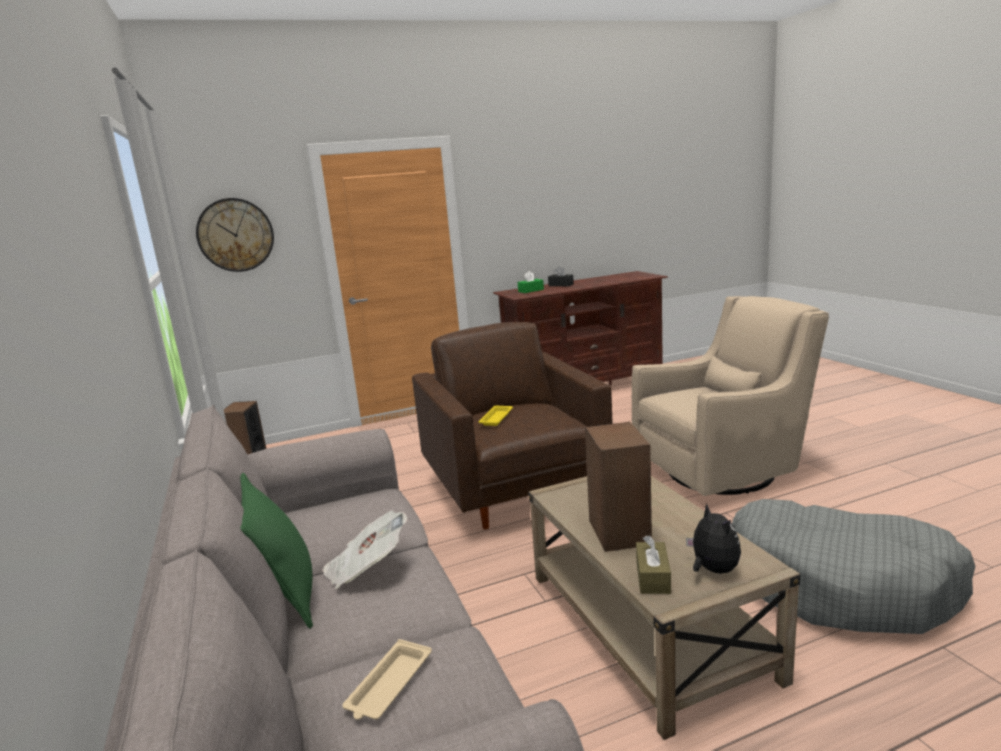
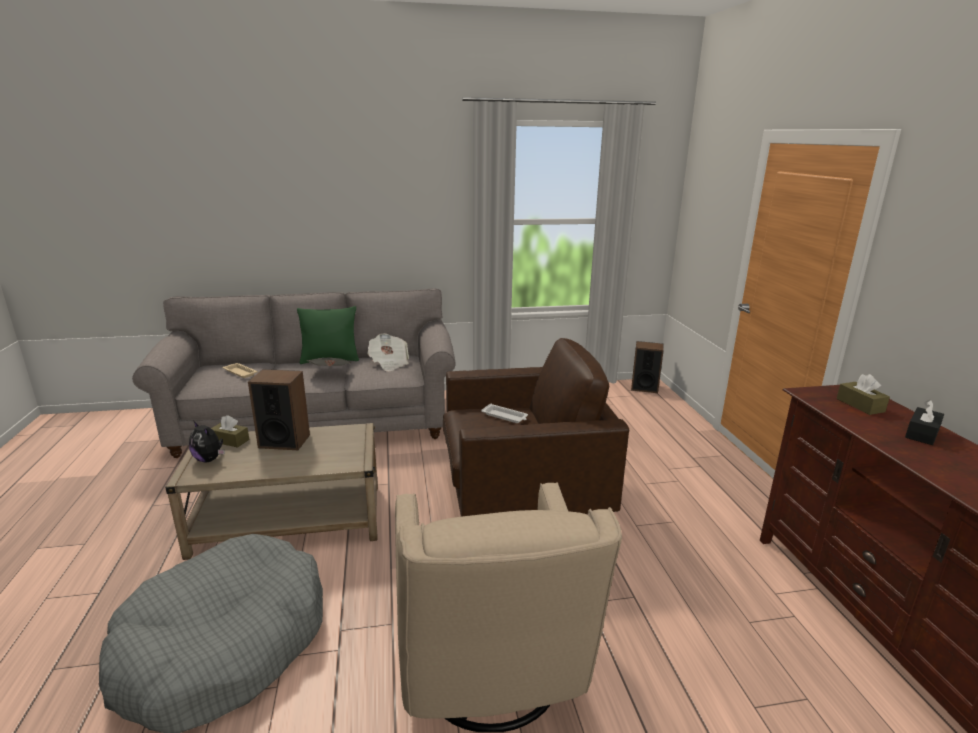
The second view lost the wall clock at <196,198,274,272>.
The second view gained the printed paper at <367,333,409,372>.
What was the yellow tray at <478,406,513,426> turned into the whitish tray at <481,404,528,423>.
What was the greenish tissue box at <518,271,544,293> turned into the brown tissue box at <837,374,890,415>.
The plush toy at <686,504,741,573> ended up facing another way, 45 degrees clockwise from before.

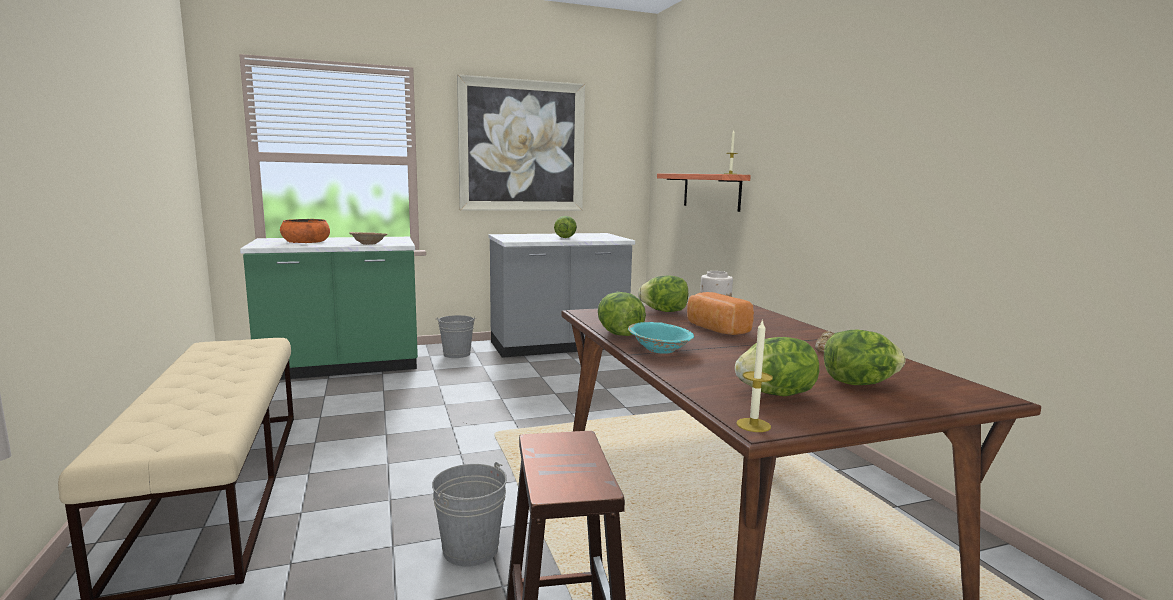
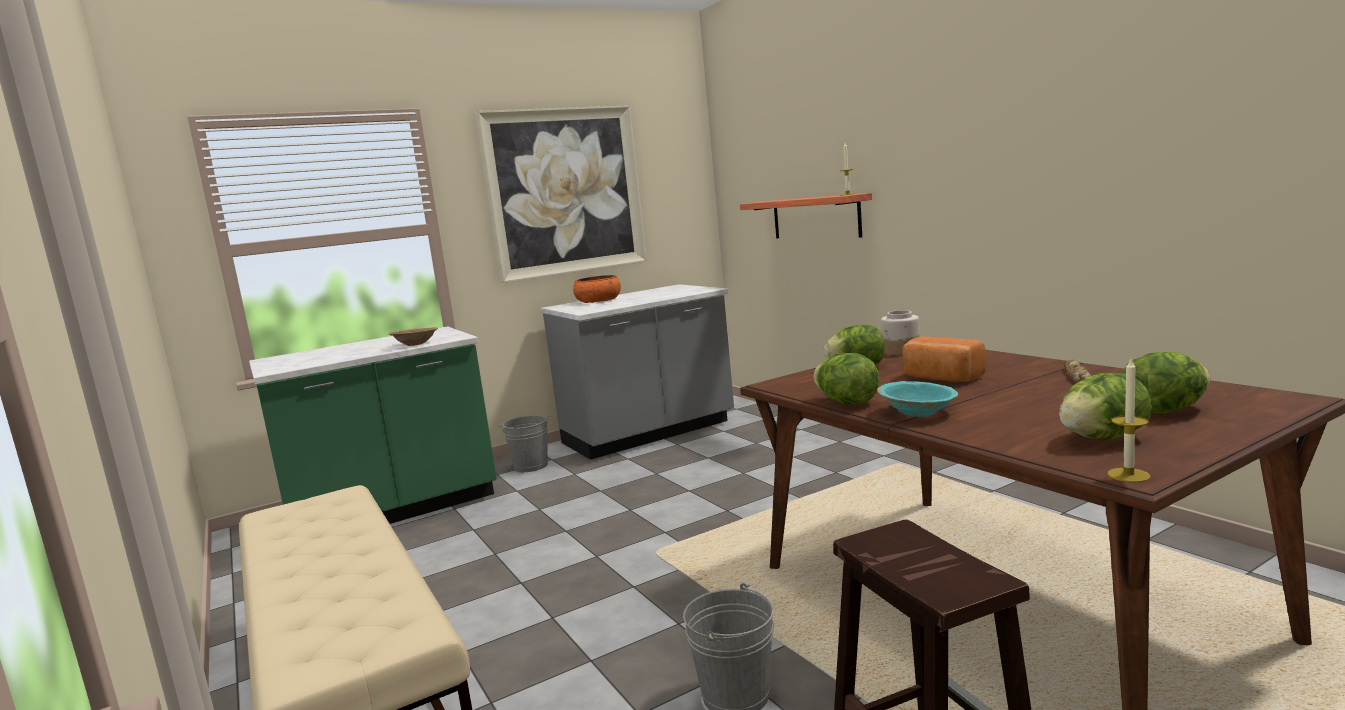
The second view lost the head of lettuce at <554,216,577,238>.
The orange deep dish ended up elsewhere, having gone from <280,219,330,243> to <573,275,621,303>.

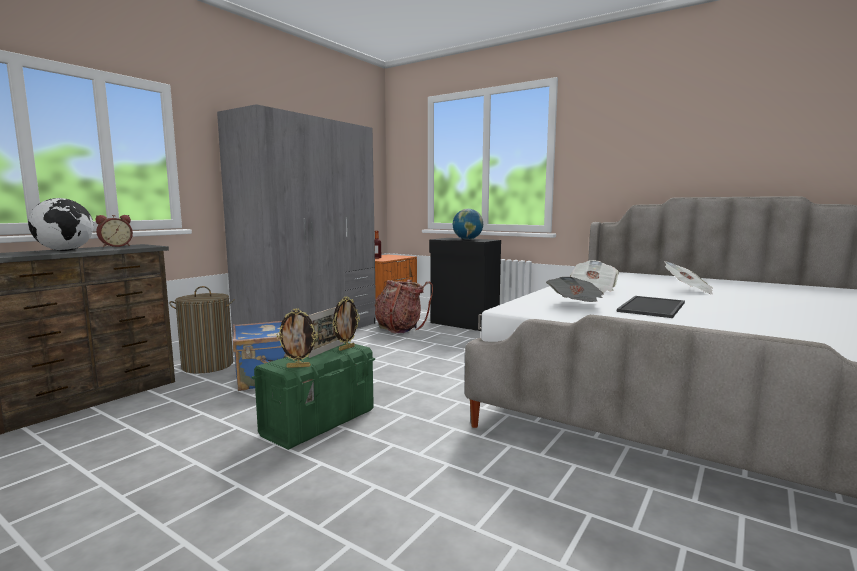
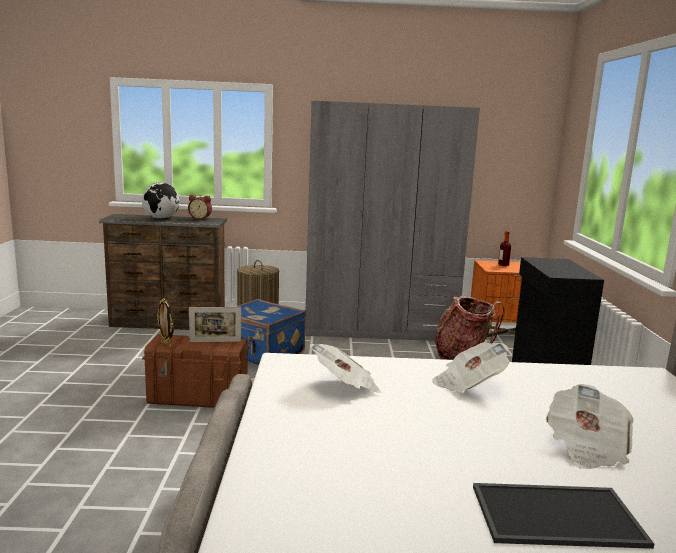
The second view lost the picture frame at <332,296,360,351>.
The second view lost the world globe at <453,209,483,240>.
The tray ended up elsewhere, having gone from <617,296,685,318> to <473,483,654,549>.
What was the greenish storage container at <251,342,375,450> turned into the brown storage container at <142,334,249,408>.

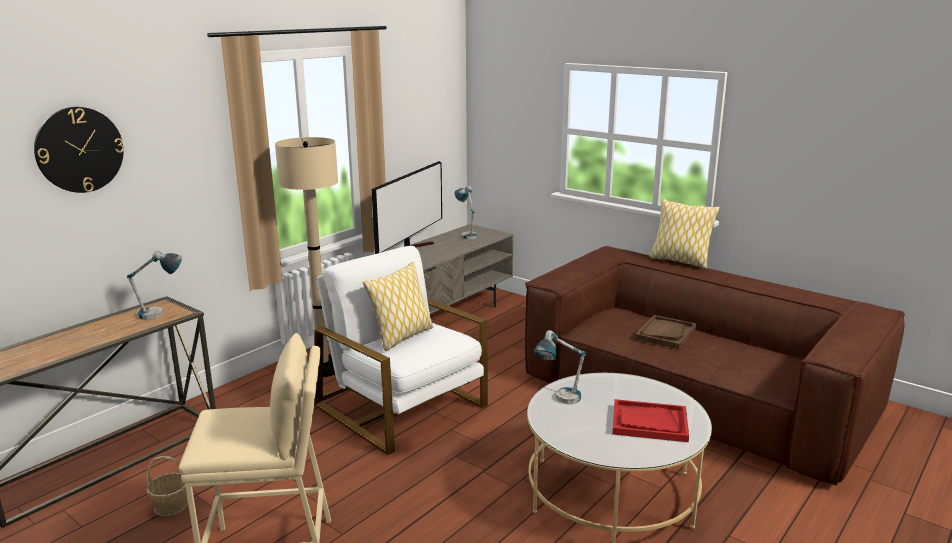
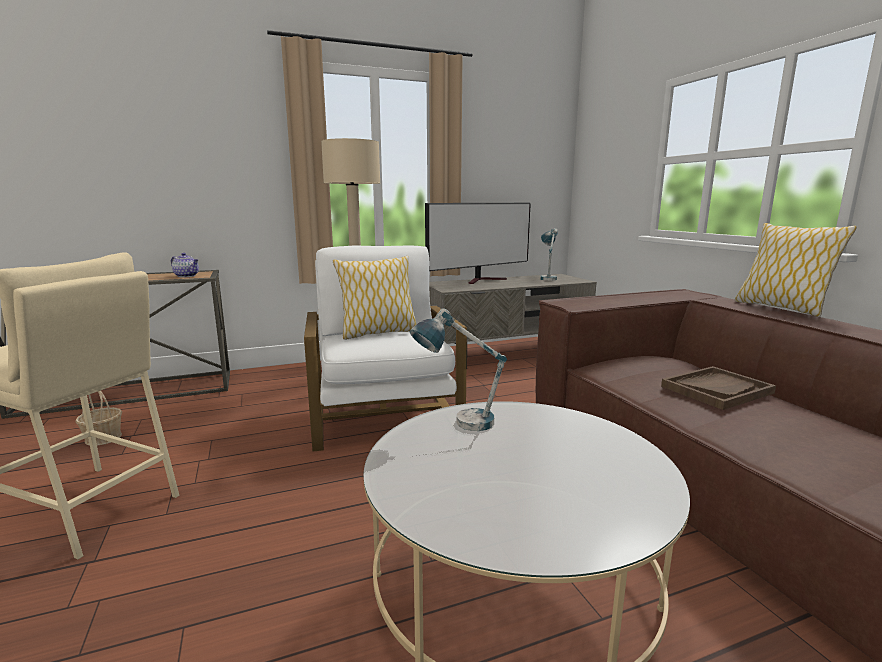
The second view lost the wall clock at <34,107,124,193>.
The second view lost the red tray at <613,399,689,442>.
Where the table lamp stood at <127,251,182,320>, the pot for tea came to stand at <171,253,199,277>.

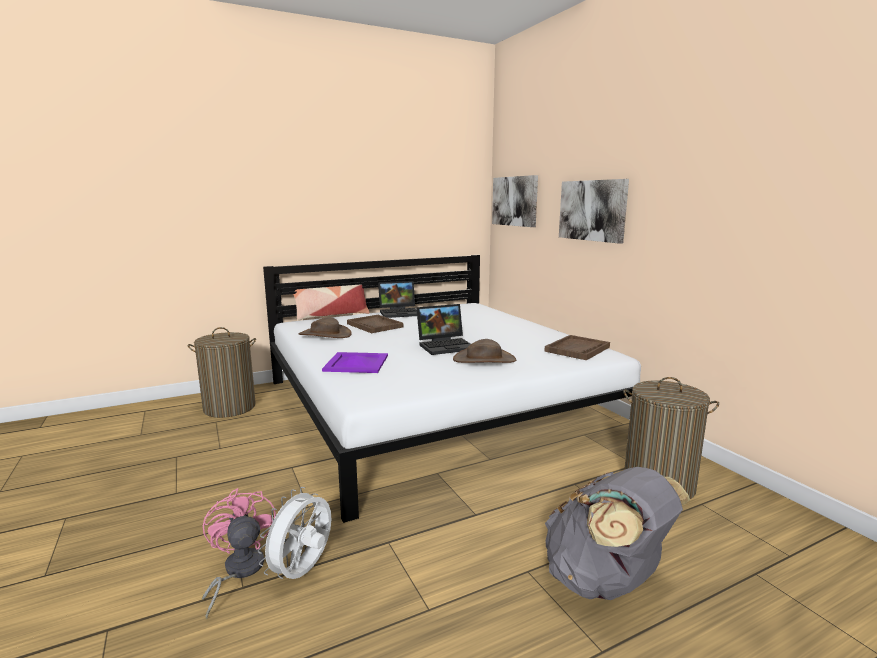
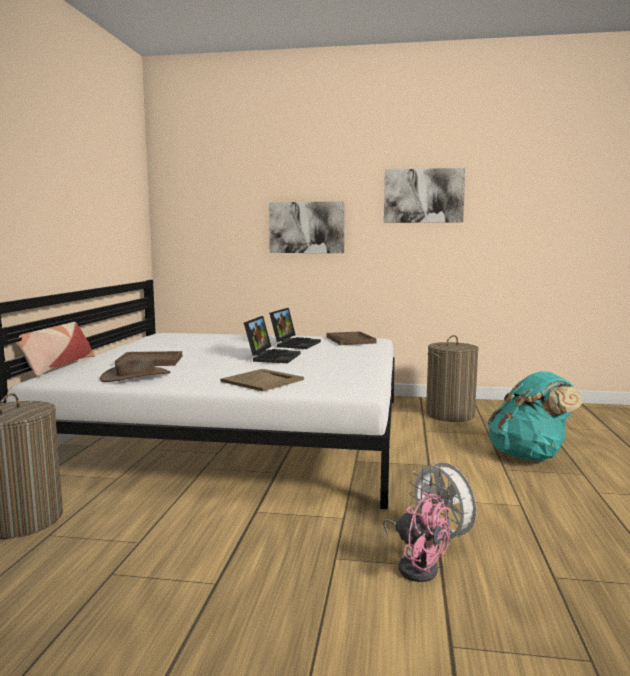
The second view lost the brown hat at <453,339,516,363>.
The notebook computer ended up elsewhere, having gone from <378,281,417,318> to <269,308,321,349>.
The picture ended up elsewhere, having gone from <492,175,538,227> to <384,168,465,223>.
What was the purple-coloured tray at <322,352,388,373> turned into the beige tray at <221,369,304,391>.
What was the gray backpack at <545,467,690,600> turned into the turquoise-coloured backpack at <487,371,583,461>.
The pink cooling fan at <202,488,276,619> ended up facing another way, 150 degrees counterclockwise from before.

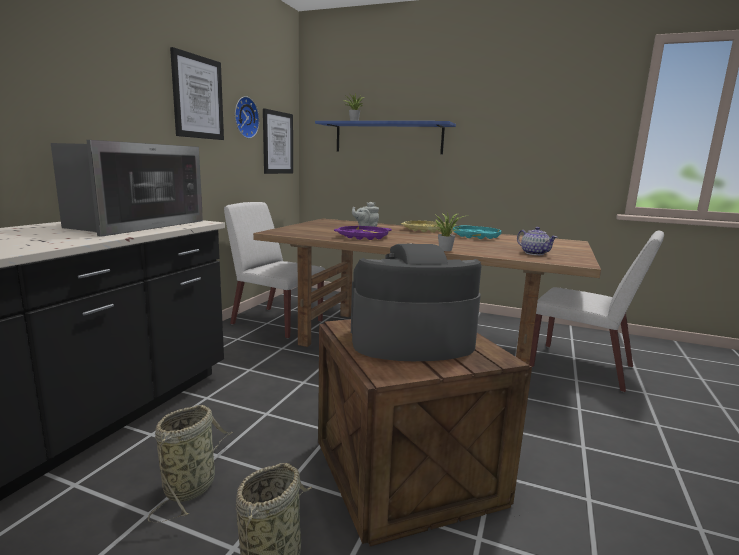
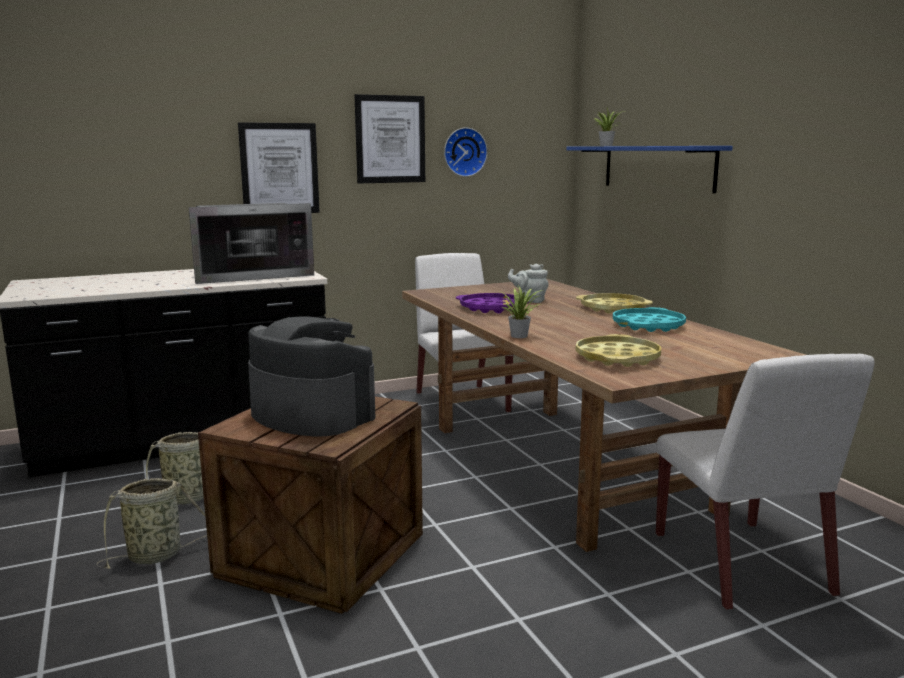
The picture ended up elsewhere, having gone from <263,108,293,174> to <238,122,320,213>.
Where the pot for tea stood at <517,227,557,255>, the yellow tray came to stand at <576,334,661,367>.

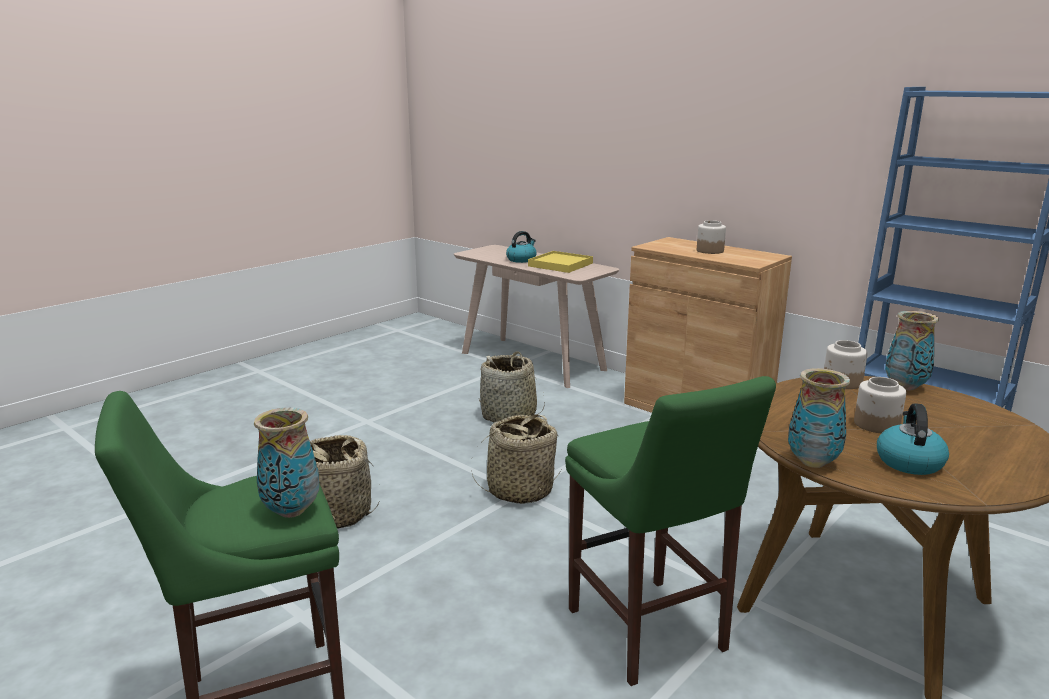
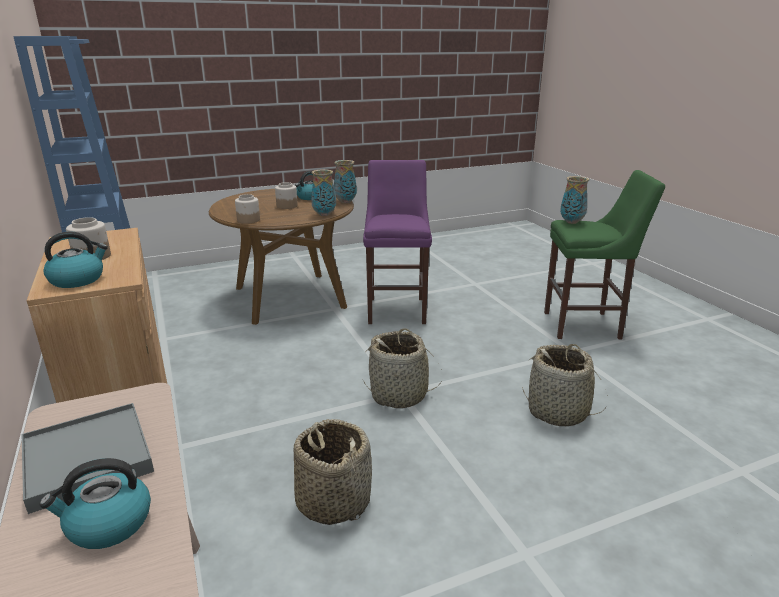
The second view gained the tea kettle at <43,231,108,288>.
The vase ended up elsewhere, having gone from <885,311,939,390> to <311,169,336,216>.
What was the yellow tray at <528,251,593,273> turned into the gray tray at <22,403,154,514>.
What was the greenish sitting stool at <565,376,776,686> turned into the purple-coloured sitting stool at <363,160,432,324>.

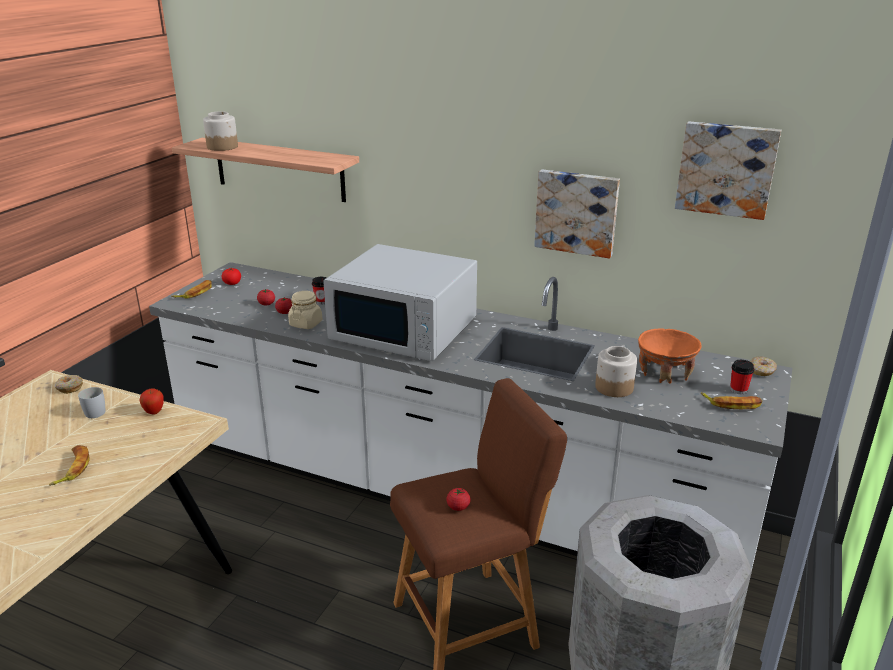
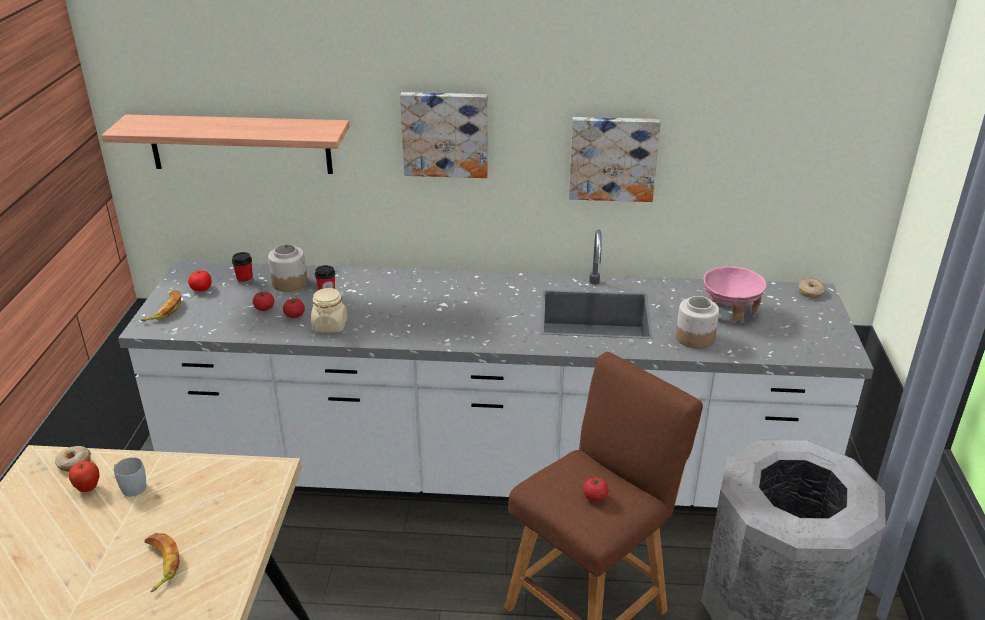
The second view lost the whitish kitchen microwave at <323,244,477,361>.
The second view lost the whole banana at <701,392,763,409>.
The apple fruit ended up elsewhere, having gone from <140,388,164,414> to <69,461,100,492>.
The preserve jar ended up elsewhere, having gone from <203,111,238,151> to <268,244,308,292>.
The picture ended up elsewhere, having gone from <675,122,781,220> to <400,92,488,178>.
The small cup ended up elsewhere, having gone from <730,360,754,394> to <232,252,253,284>.
What was the orange deep dish at <638,329,702,384> turned into the pink deep dish at <704,266,767,324>.

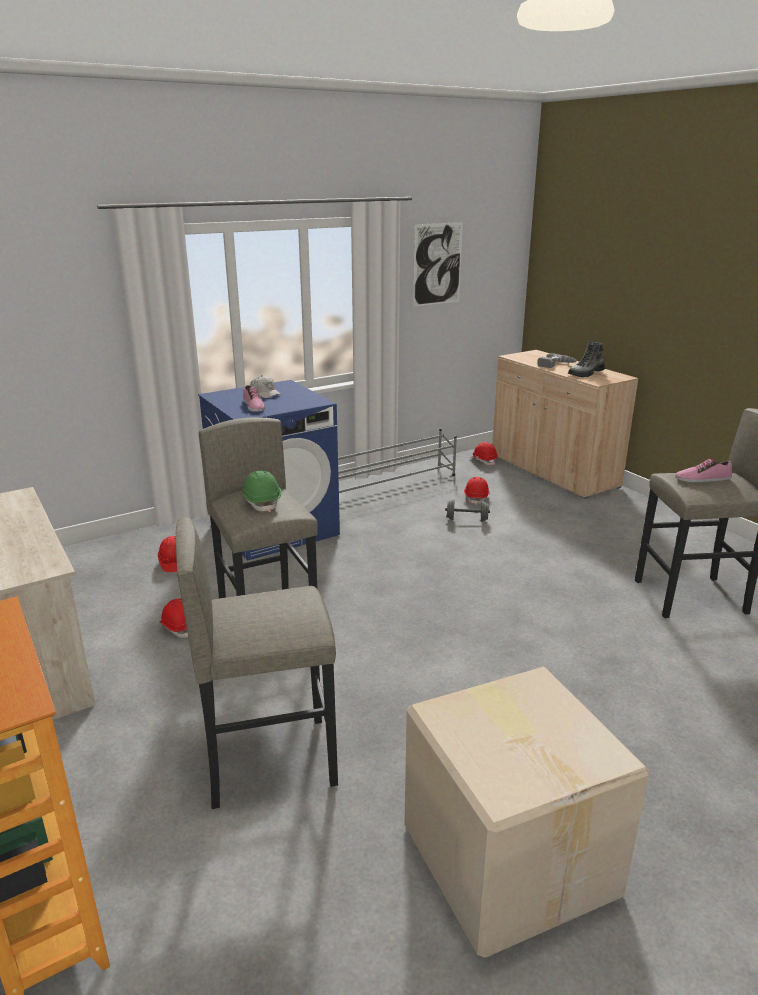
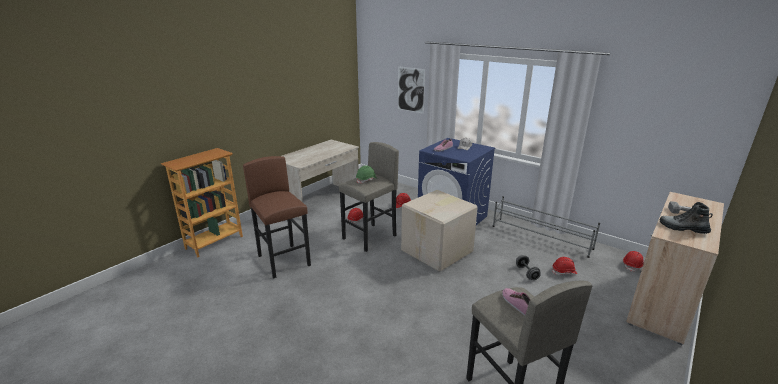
The packing box ended up elsewhere, having gone from <404,667,649,958> to <401,190,478,272>.
The picture ended up elsewhere, having gone from <413,222,463,307> to <398,66,425,114>.
What was the gray sitting stool at <176,517,338,809> turned into the brown sitting stool at <243,156,311,278>.

